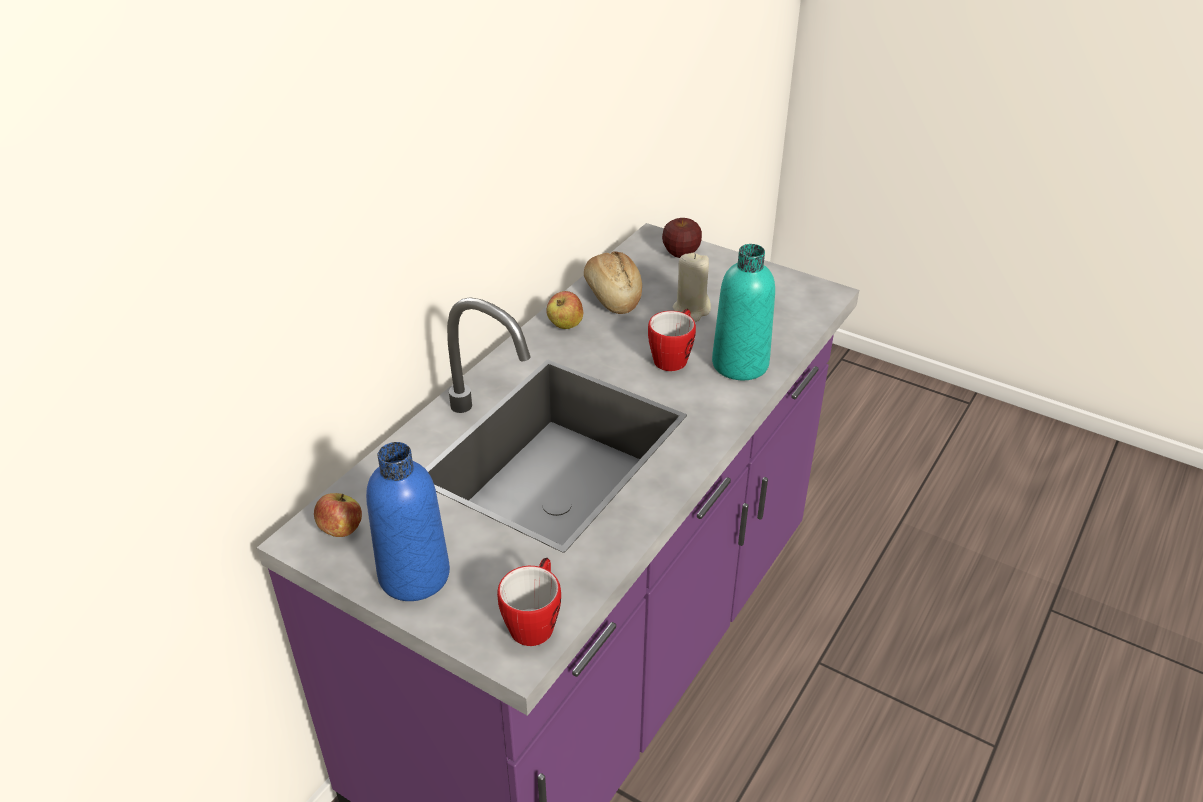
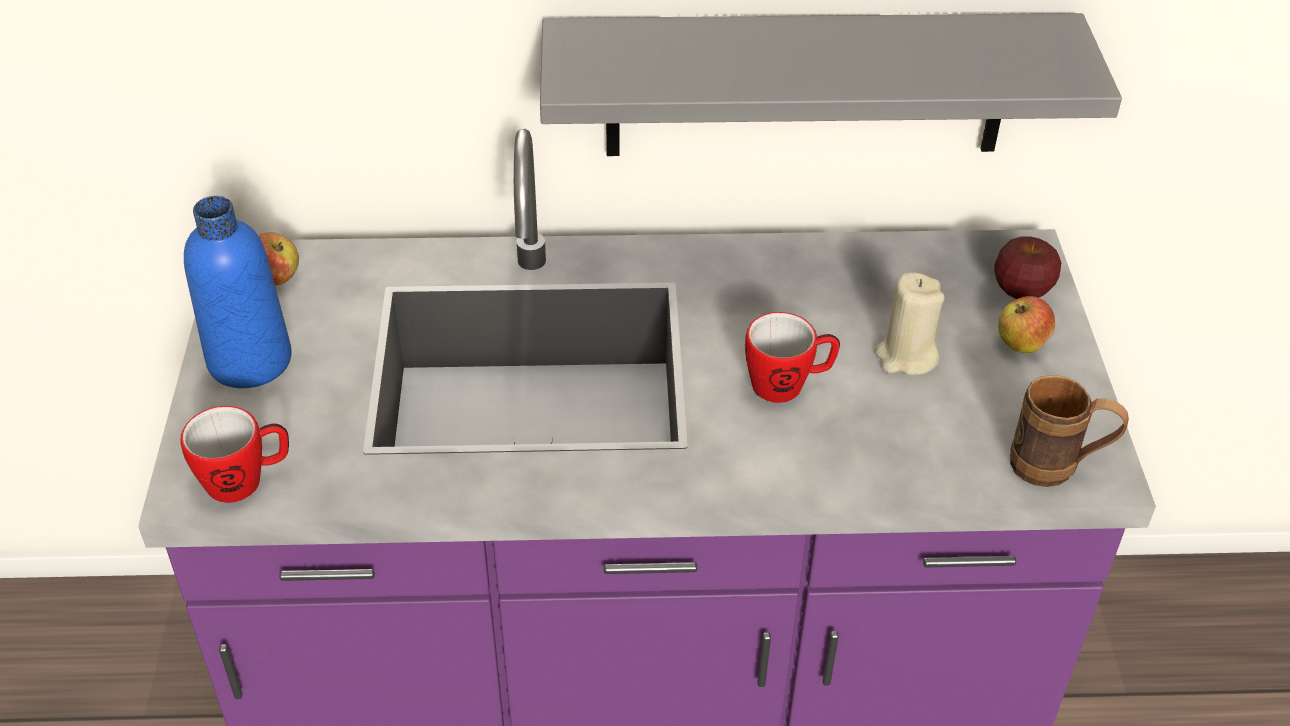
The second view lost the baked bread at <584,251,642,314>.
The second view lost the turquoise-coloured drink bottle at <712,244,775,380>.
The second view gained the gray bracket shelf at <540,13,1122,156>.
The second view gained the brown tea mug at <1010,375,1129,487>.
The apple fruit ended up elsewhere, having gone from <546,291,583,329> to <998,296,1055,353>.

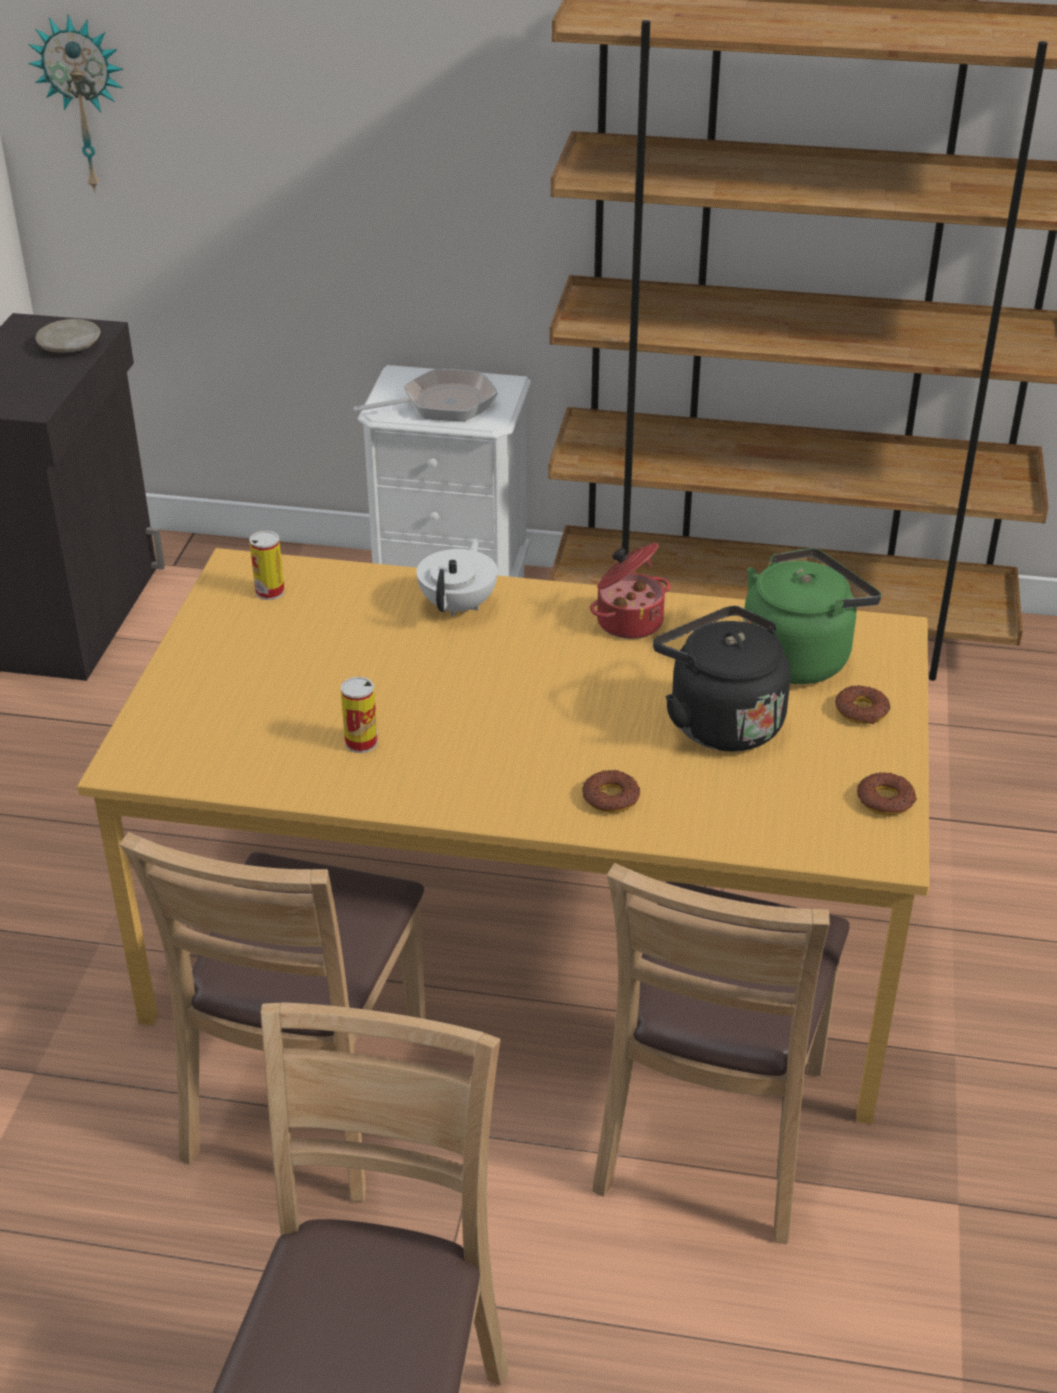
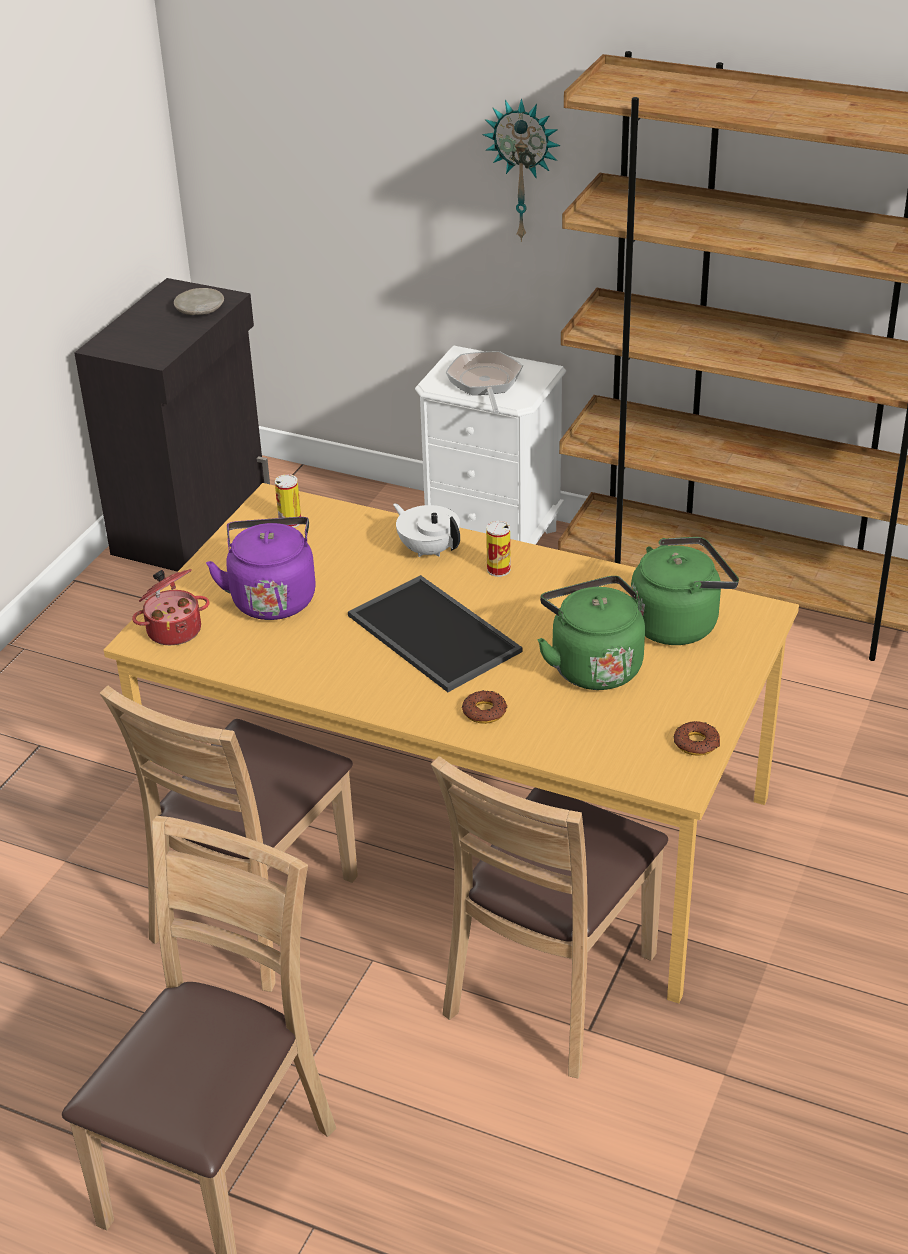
The second view lost the ring doughnut at <835,685,890,724>.
The second view gained the purple-coloured tea kettle at <206,517,316,620>.
The second view gained the tray at <348,575,522,692>.
The wall clock ended up elsewhere, having gone from <28,14,123,193> to <483,99,560,242>.
The sealed can ended up elsewhere, having gone from <341,677,378,753> to <486,521,511,577>.
The saucepot ended up elsewhere, having gone from <590,543,671,639> to <132,569,209,645>.
What was the black-coloured tea kettle at <653,606,791,751> turned into the greenish tea kettle at <538,576,645,690>.
The frying pan at <353,369,498,421> ended up facing another way, 90 degrees counterclockwise from before.
The whitish pot for tea at <416,538,498,617> ended up facing another way, 75 degrees counterclockwise from before.

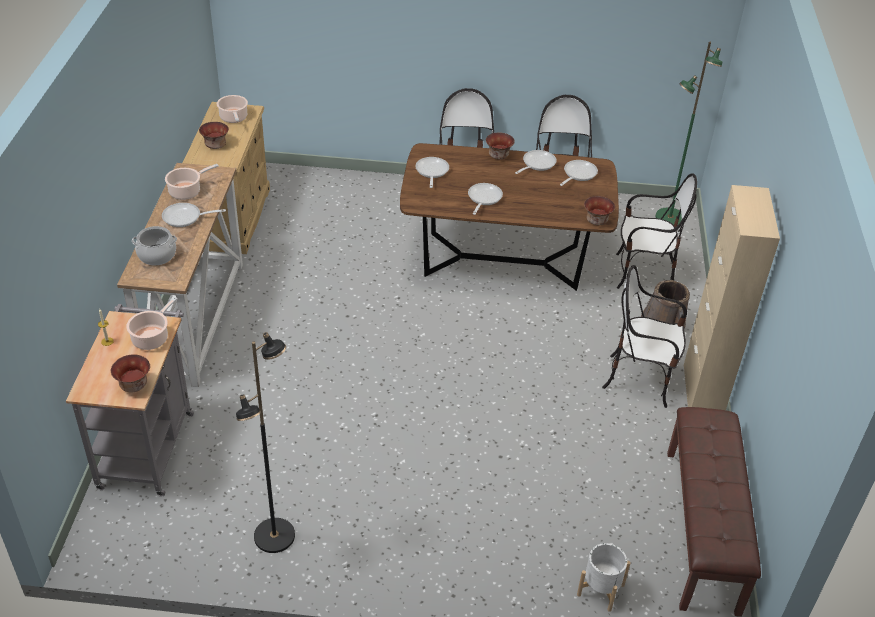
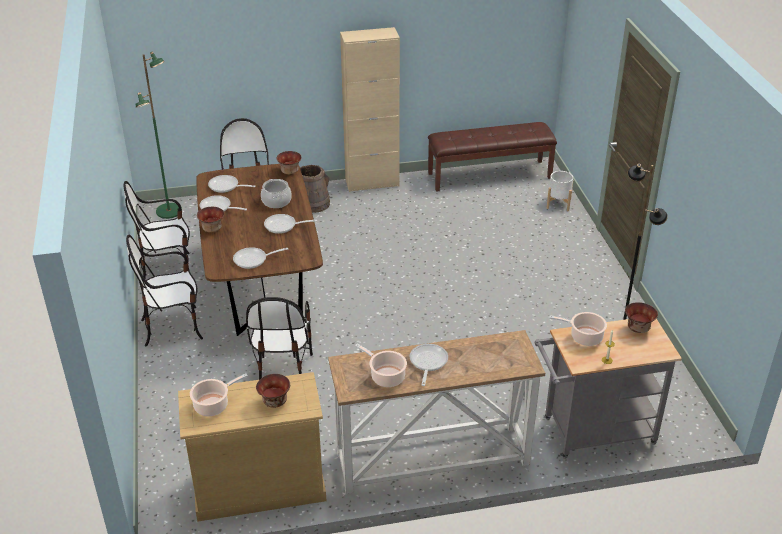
The saucepot ended up elsewhere, having gone from <132,226,177,265> to <261,179,292,208>.
The upright chair ended up elsewhere, having gone from <602,265,687,408> to <246,297,313,380>.
The frying pan at <162,203,226,227> ended up facing another way, 150 degrees counterclockwise from before.

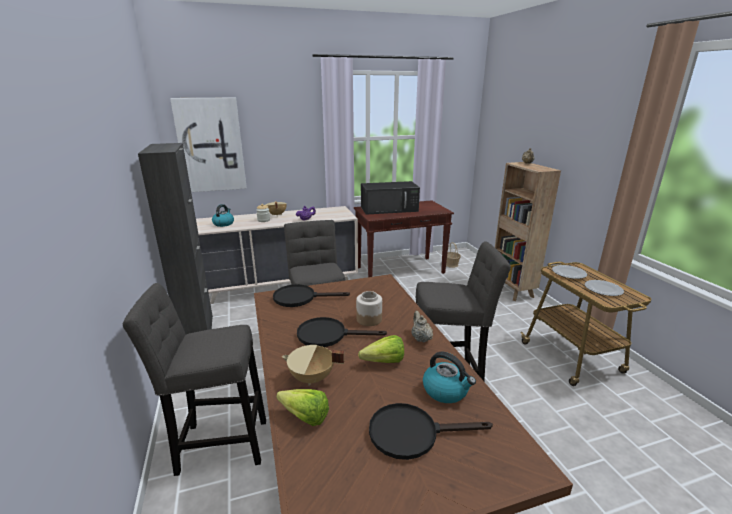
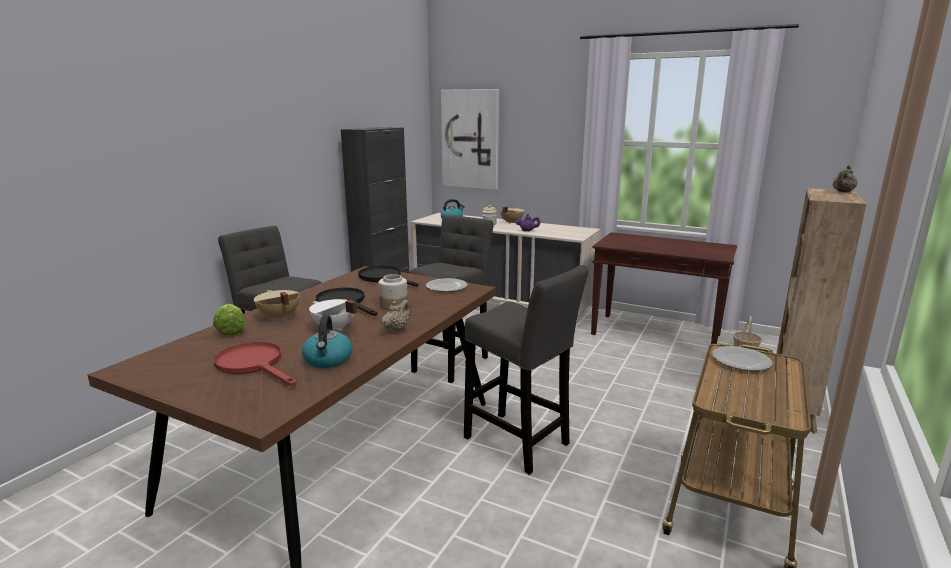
The second view lost the black-coloured kitchen microwave at <361,181,420,215>.
The plate ended up elsewhere, having gone from <585,280,624,296> to <426,278,468,292>.
Where the head of lettuce stood at <358,335,404,363>, the whitish saucepot came to stand at <309,299,358,331>.
What was the black-coloured frying pan at <369,403,493,460> turned into the red frying pan at <214,342,297,386>.

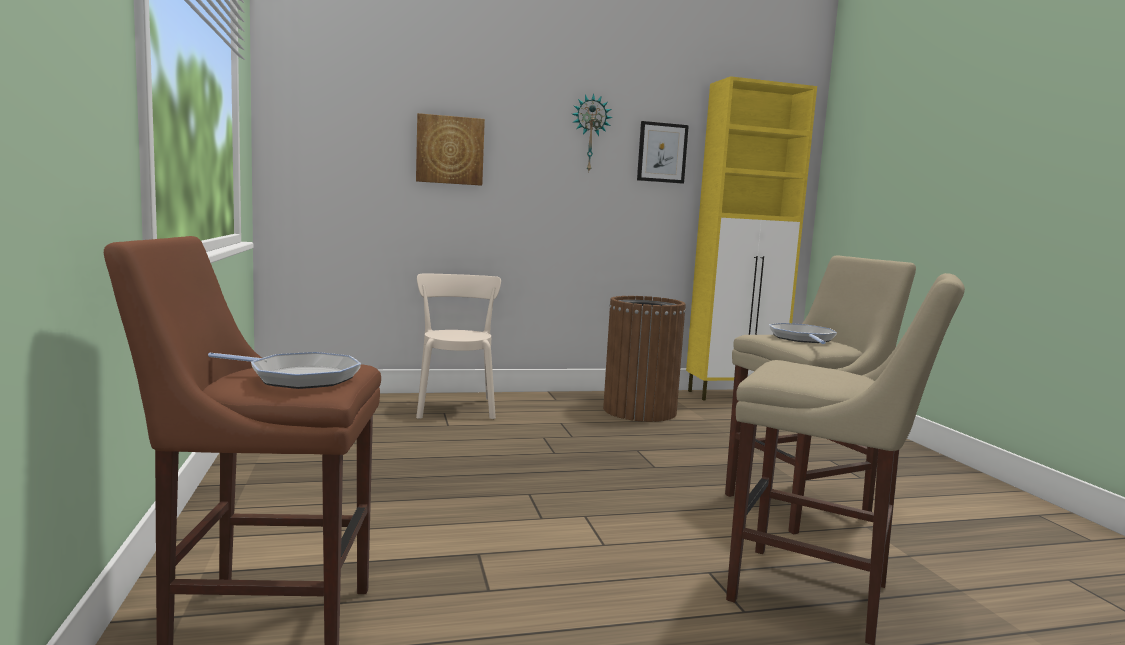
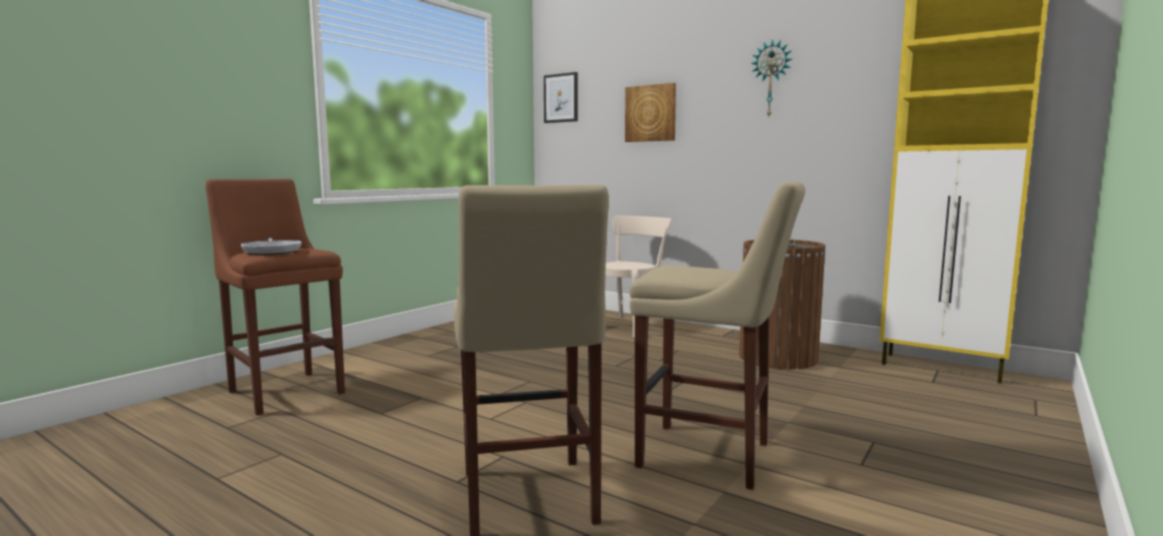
The second view lost the frying pan at <769,323,837,344>.
The picture ended up elsewhere, having gone from <637,121,689,183> to <544,72,578,123>.

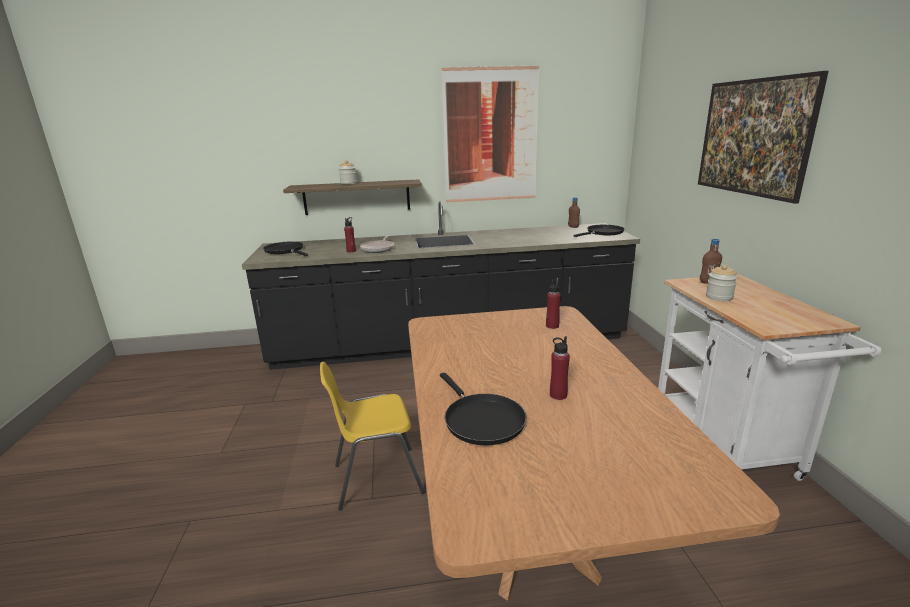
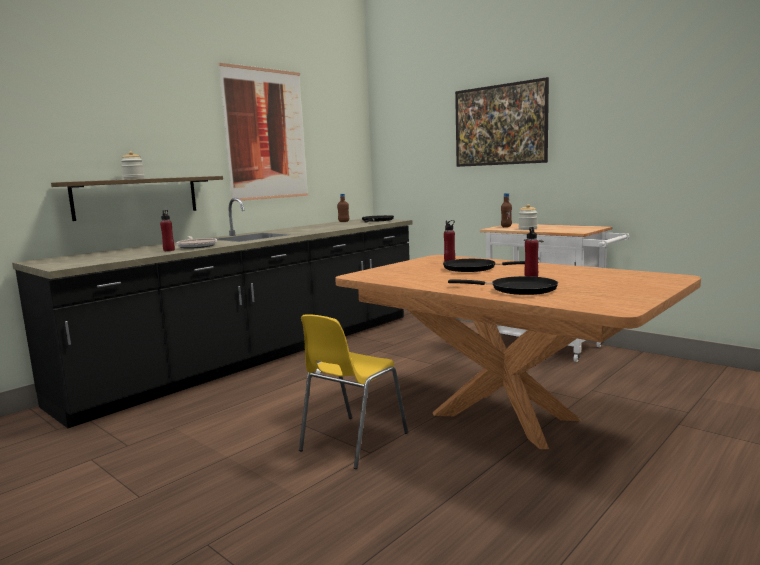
The black-coloured frying pan ended up elsewhere, having gone from <263,241,308,256> to <443,259,525,272>.

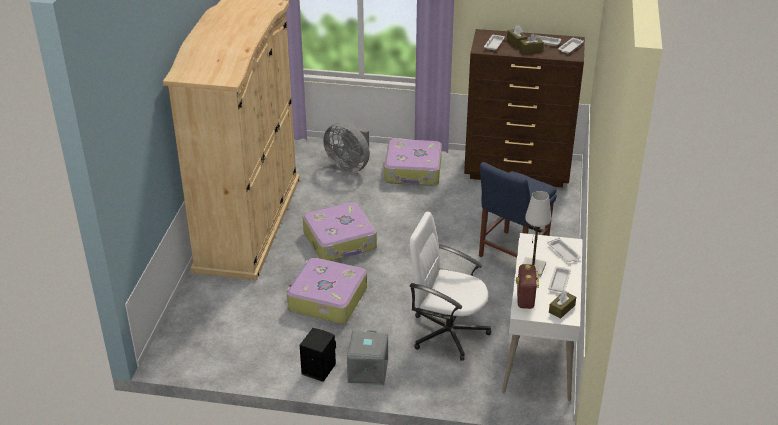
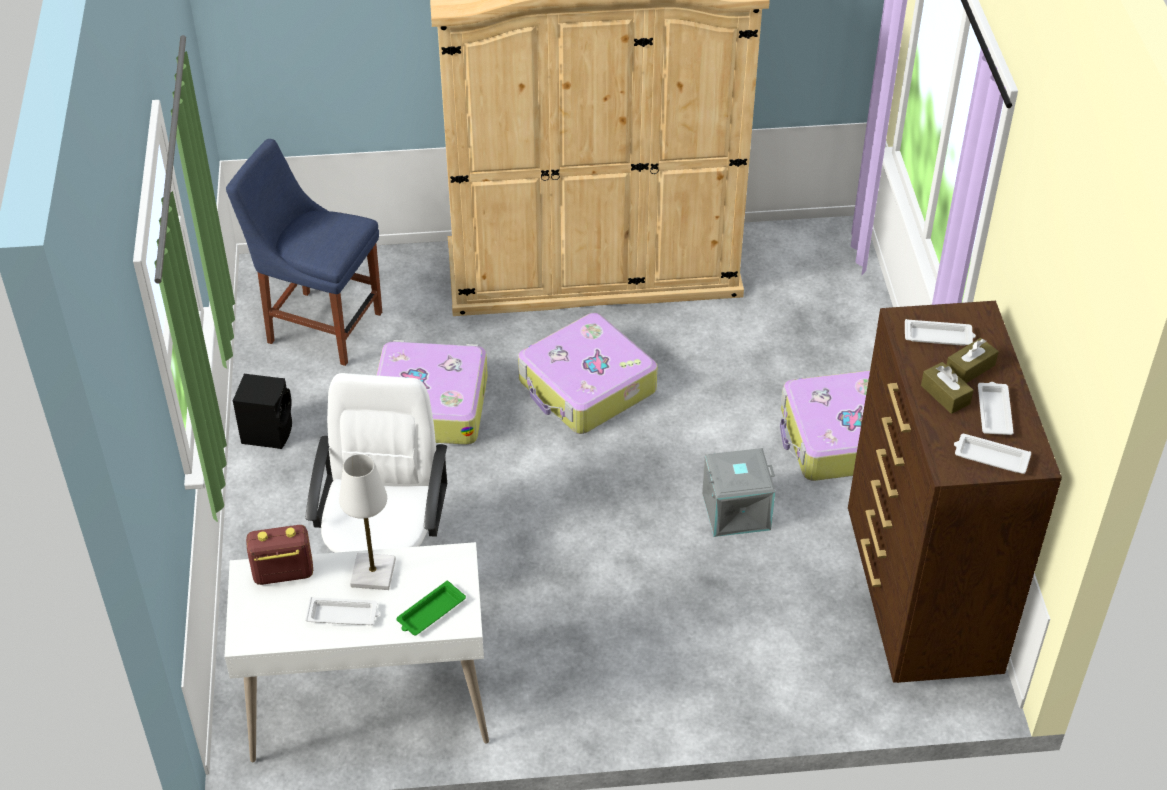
The second view lost the gray cooling fan at <323,122,370,173>.
The second view lost the brown tissue box at <549,290,576,319>.
The gray storage container ended up elsewhere, having gone from <347,330,388,386> to <702,448,775,537>.
The blue upright chair ended up elsewhere, having gone from <479,162,557,258> to <226,139,382,366>.
What was the whitish tray at <547,238,581,262> turned into the greenish tray at <396,581,466,636>.

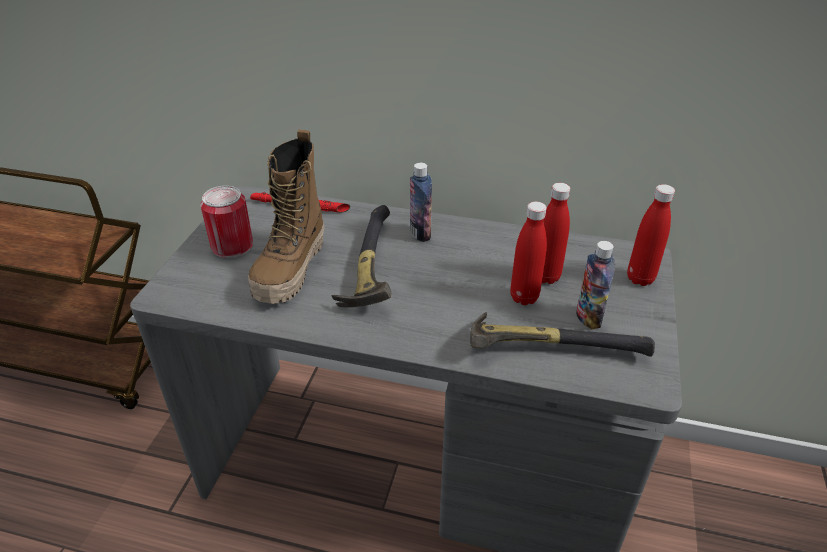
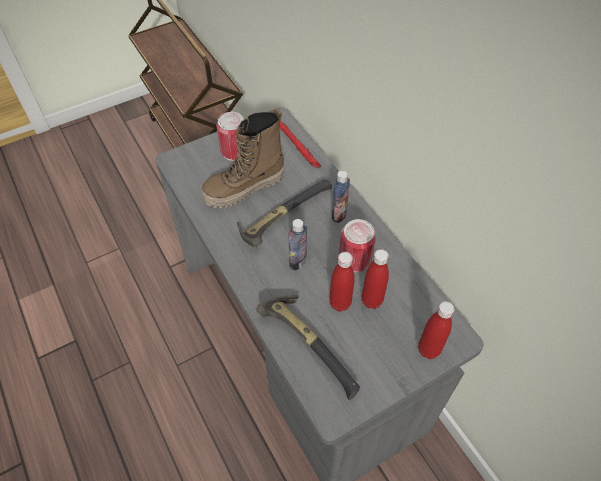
The second view gained the sealed can at <339,219,376,272>.
The drink bottle ended up elsewhere, having gone from <576,241,615,329> to <289,219,307,271>.

